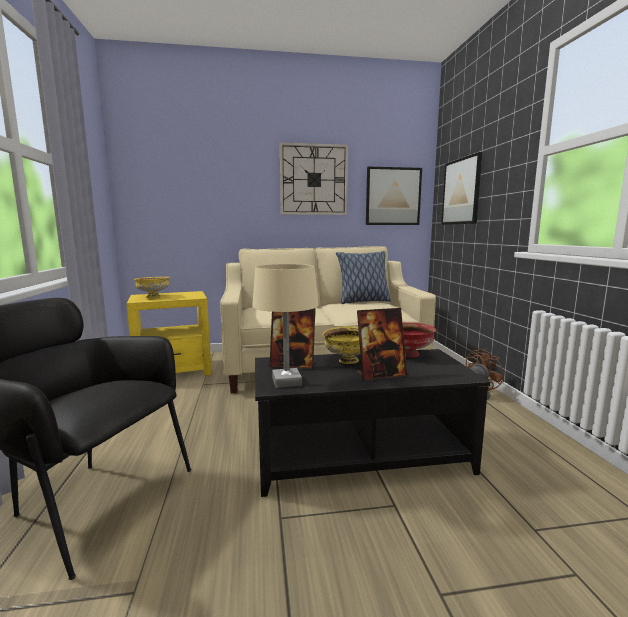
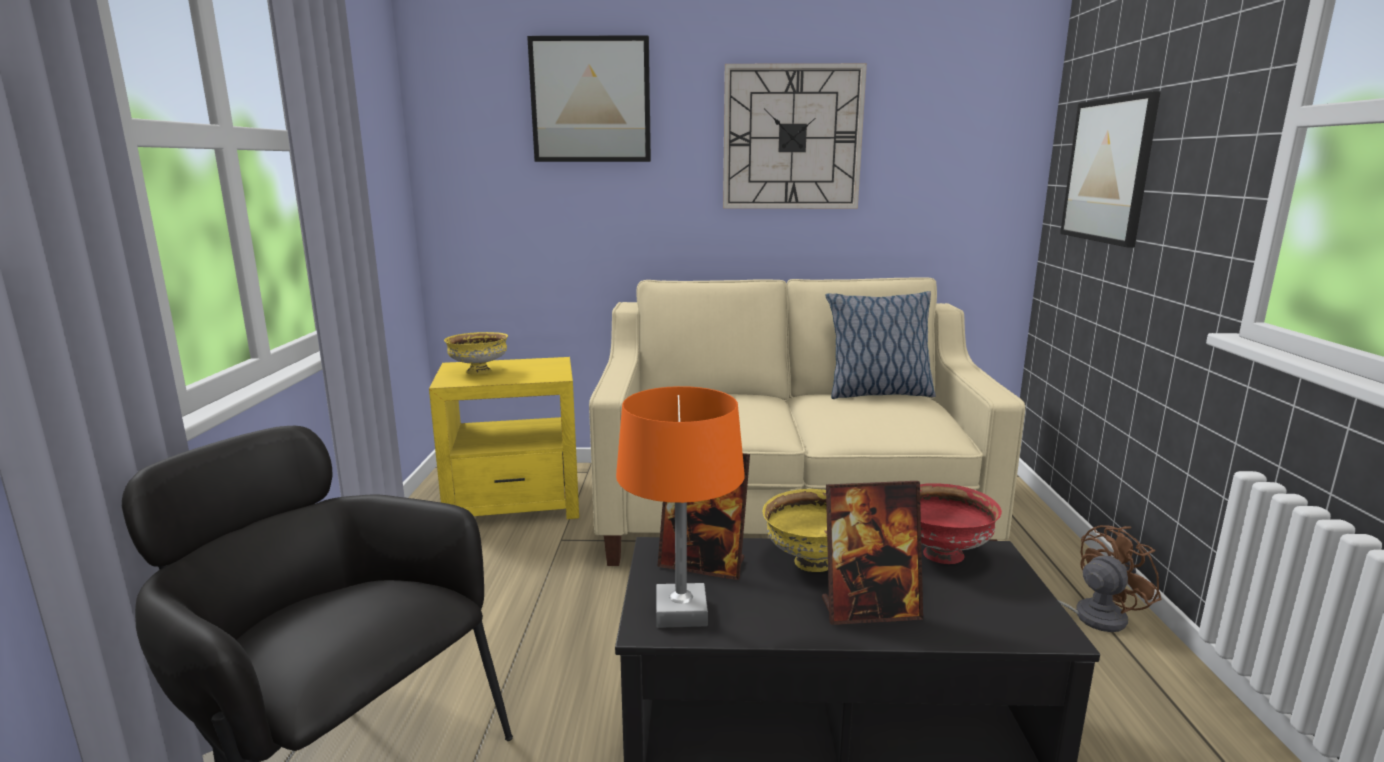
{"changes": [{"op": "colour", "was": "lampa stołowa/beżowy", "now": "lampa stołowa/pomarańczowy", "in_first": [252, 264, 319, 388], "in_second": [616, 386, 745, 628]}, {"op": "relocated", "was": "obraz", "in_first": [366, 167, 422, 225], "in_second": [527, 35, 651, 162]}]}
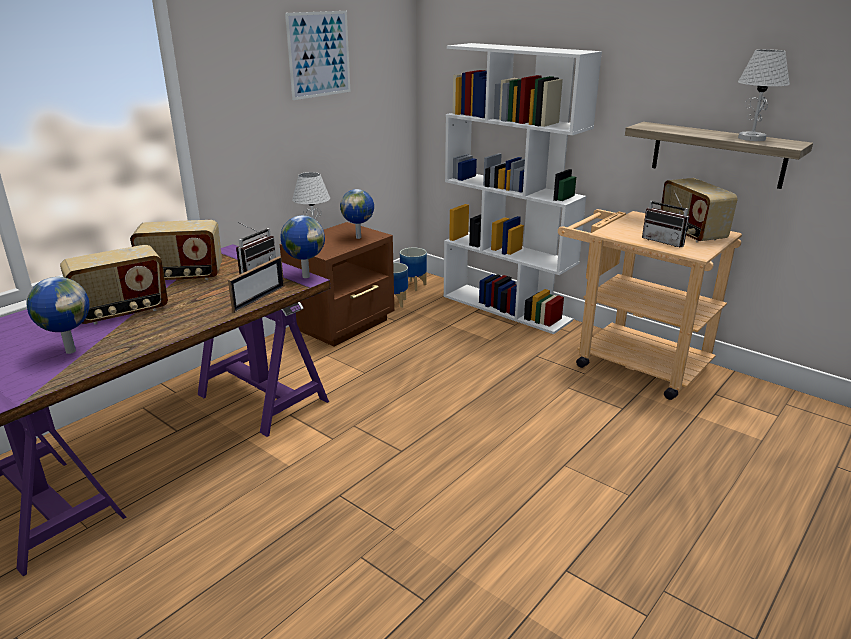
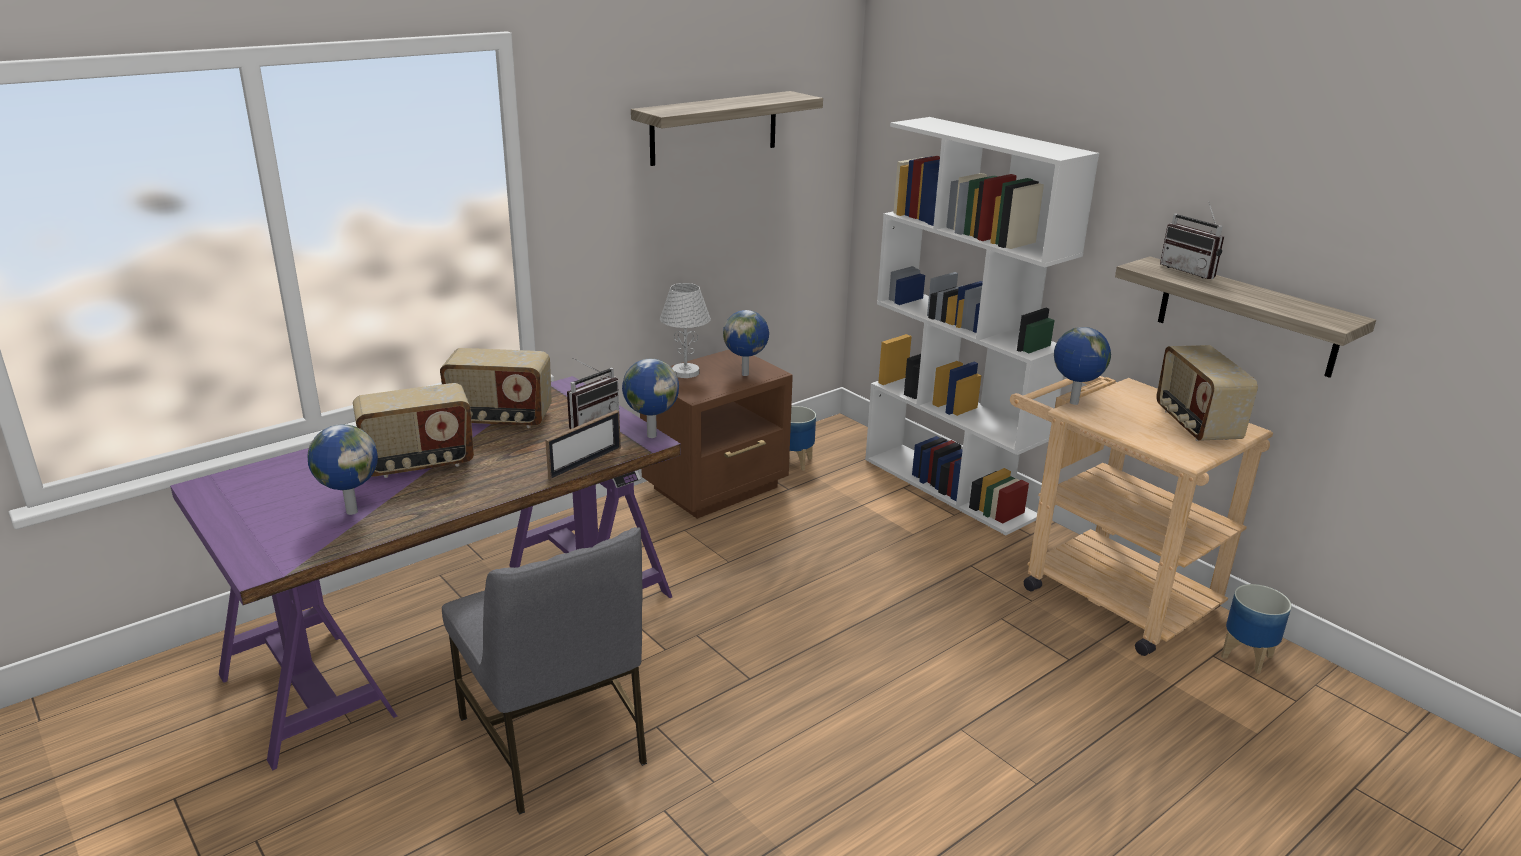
{"changes": [{"op": "exchanged", "was": "obraz", "now": "półka", "in_first": [285, 11, 350, 100], "in_second": [631, 91, 823, 166]}, {"op": "relocated", "was": "donica", "in_first": [400, 247, 427, 291], "in_second": [1221, 584, 1292, 674]}, {"op": "relocated", "was": "radio", "in_first": [642, 191, 689, 247], "in_second": [1160, 201, 1224, 279]}, {"op": "missing", "was": "lampa stołowa/biały", "in_first": [738, 49, 790, 141]}, {"op": "appeared", "now": "krzesło/szary", "in_second": [442, 527, 647, 815]}, {"op": "appeared", "now": "globus", "in_second": [1054, 327, 1111, 405]}]}
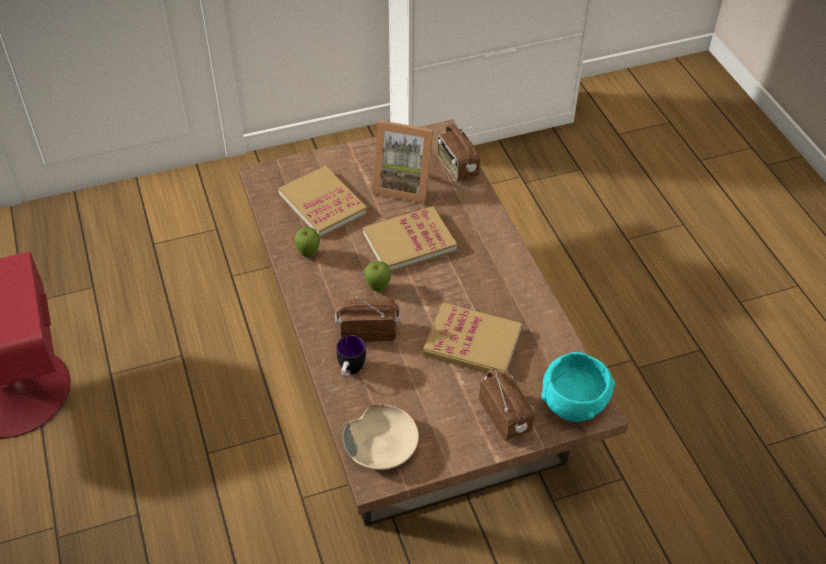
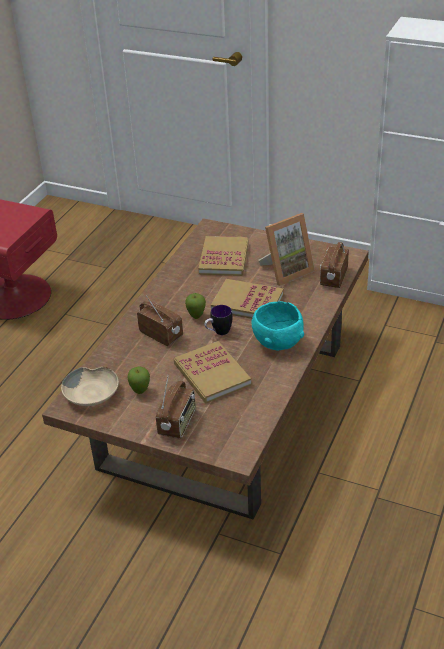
{"changes": [{"op": "relocated", "was": "jabłko", "in_first": [294, 227, 320, 258], "in_second": [127, 366, 150, 394]}, {"op": "relocated", "was": "kubek", "in_first": [336, 335, 366, 377], "in_second": [204, 305, 232, 335]}, {"op": "spun", "was": "ramka na zdjęcie", "in_first": [372, 120, 433, 203], "in_second": [259, 213, 315, 286], "clockwise": -90}, {"op": "relocated", "was": "miska/turkusowy", "in_first": [541, 352, 615, 422], "in_second": [251, 301, 304, 350]}]}
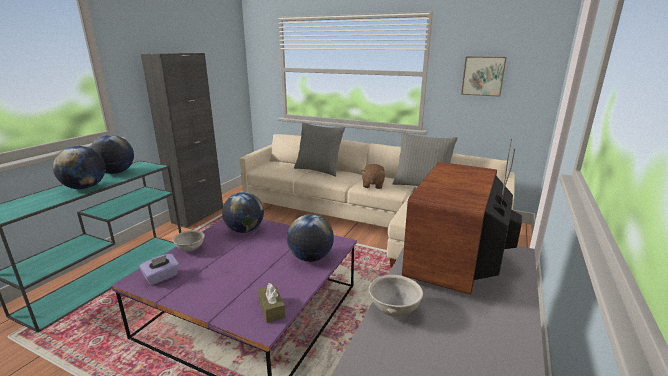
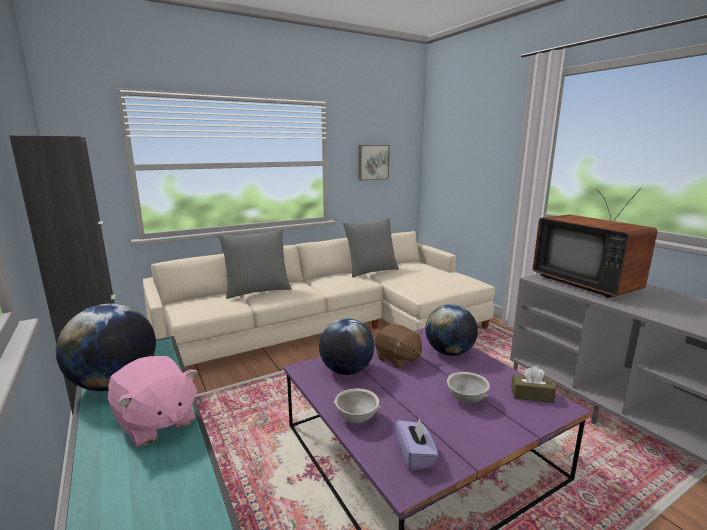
{"changes": [{"op": "exchanged", "was": "globus", "now": "pluszak/różowy", "in_first": [53, 146, 106, 189], "in_second": [108, 356, 198, 447]}, {"op": "relocated", "was": "pluszak/brązowy", "in_first": [361, 164, 385, 189], "in_second": [375, 324, 422, 369]}, {"op": "relocated", "was": "miska/szary", "in_first": [369, 275, 423, 317], "in_second": [447, 372, 490, 404]}]}
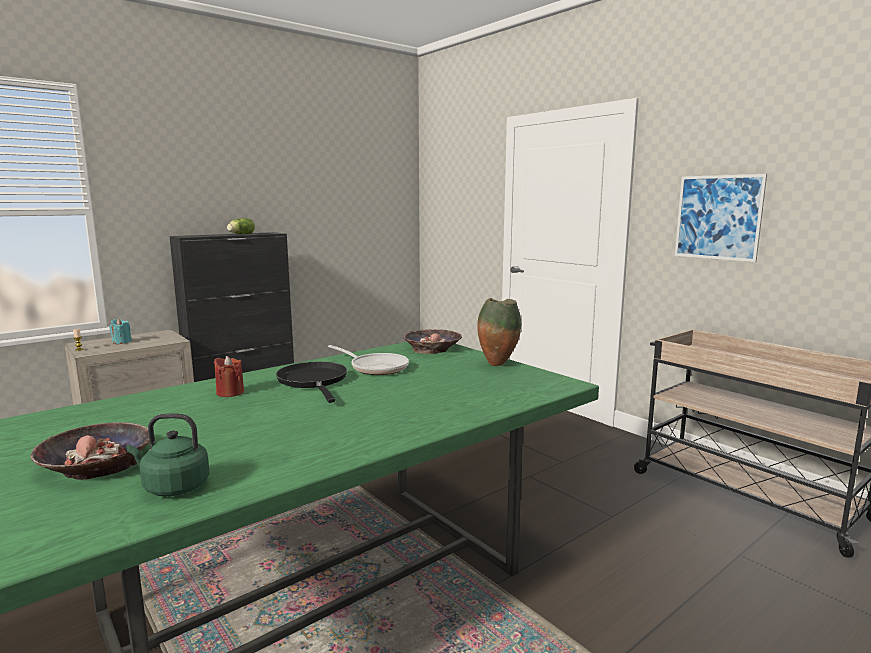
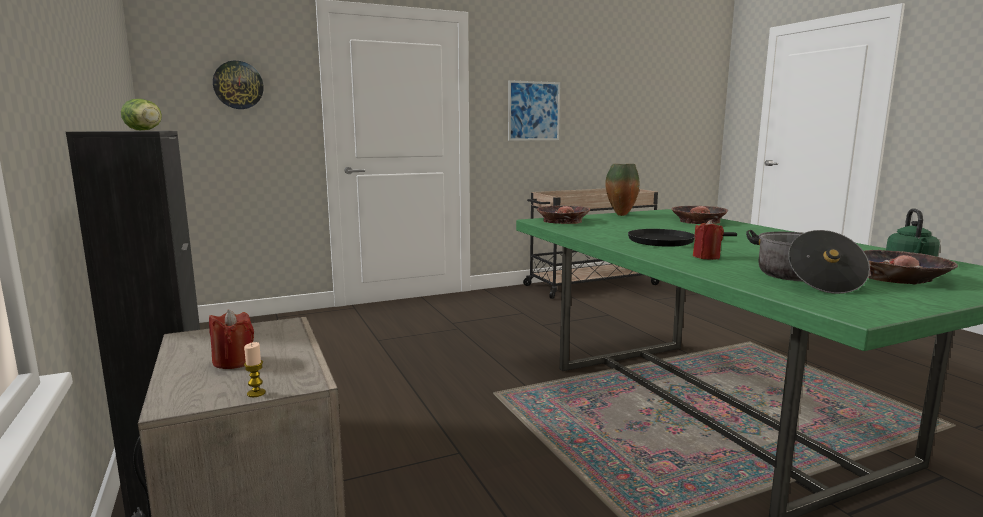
{"changes": [{"op": "colour", "was": "świeca/turkusowy", "now": "świeca/czerwony", "in_first": [109, 319, 132, 344], "in_second": [209, 310, 254, 369]}, {"op": "missing", "was": "patelnia", "in_first": [328, 345, 409, 375]}, {"op": "appeared", "now": "zegar ścienny", "in_second": [213, 61, 264, 109]}, {"op": "appeared", "now": "miska", "in_second": [672, 206, 728, 224]}, {"op": "appeared", "now": "garnek", "in_second": [746, 230, 870, 294]}]}
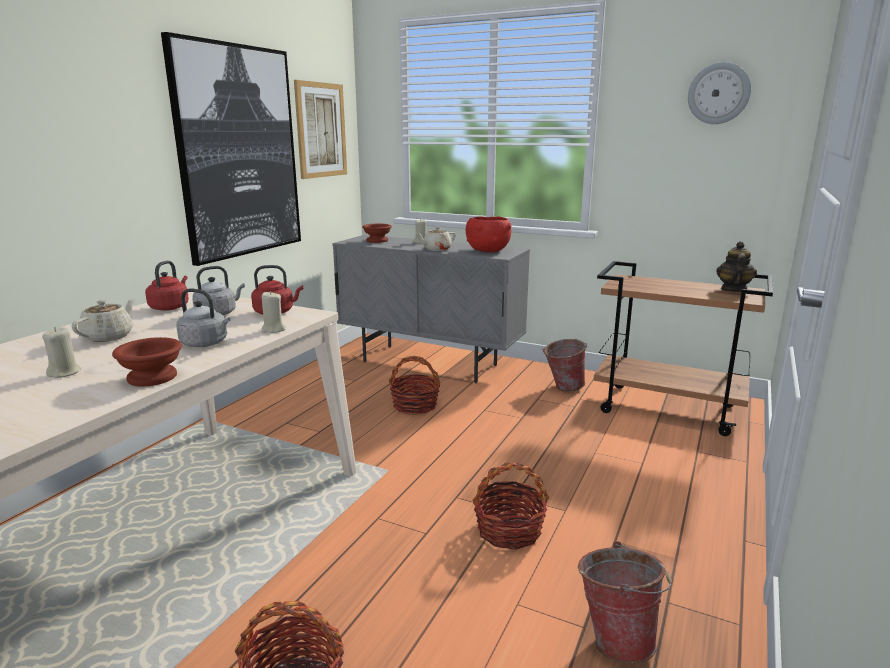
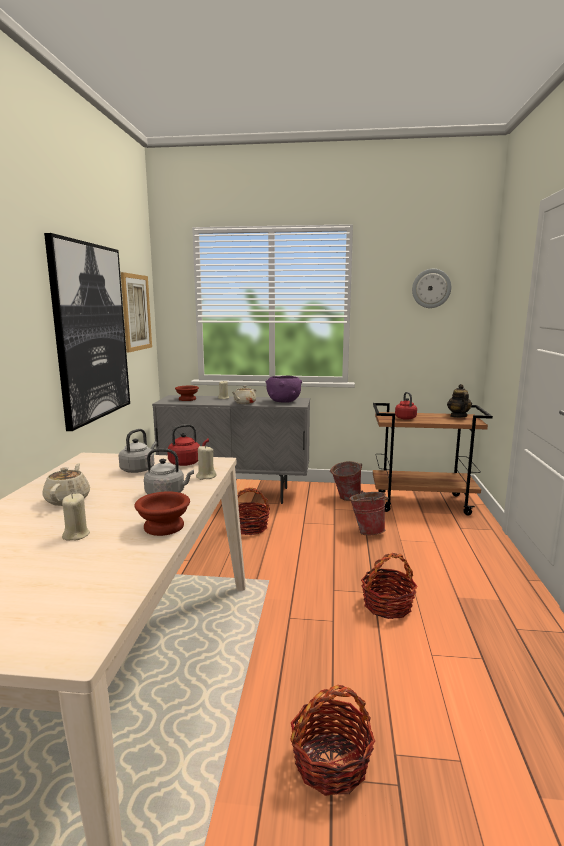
{"changes": [{"op": "relocated", "was": "czajnik/czerwony", "in_first": [145, 261, 189, 311], "in_second": [395, 392, 417, 420]}, {"op": "colour", "was": "miska/czerwony", "now": "miska/fioletowy", "in_first": [466, 217, 511, 252], "in_second": [265, 375, 302, 402]}, {"op": "relocated", "was": "wiadro", "in_first": [578, 541, 672, 664], "in_second": [349, 491, 389, 535]}]}
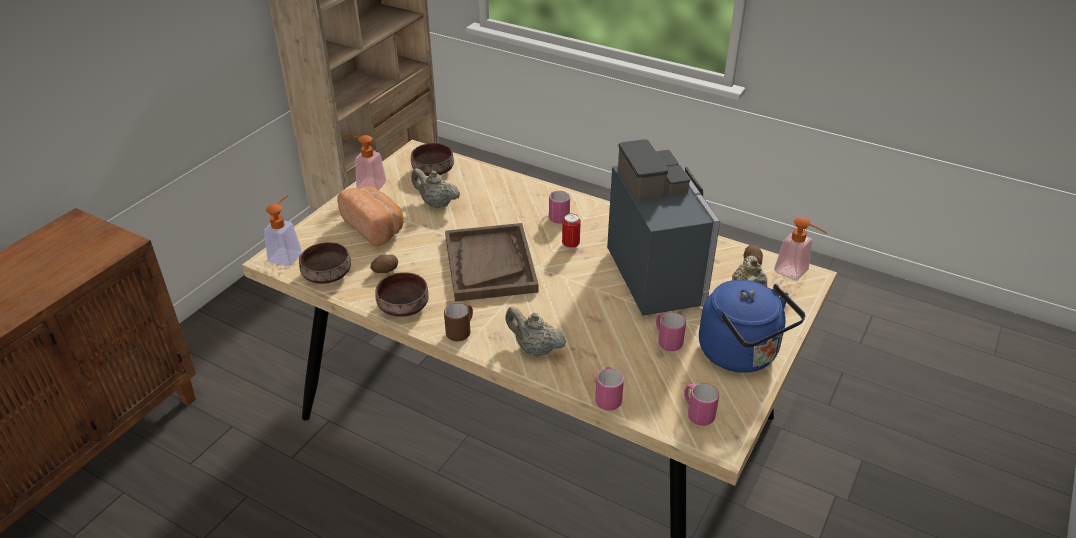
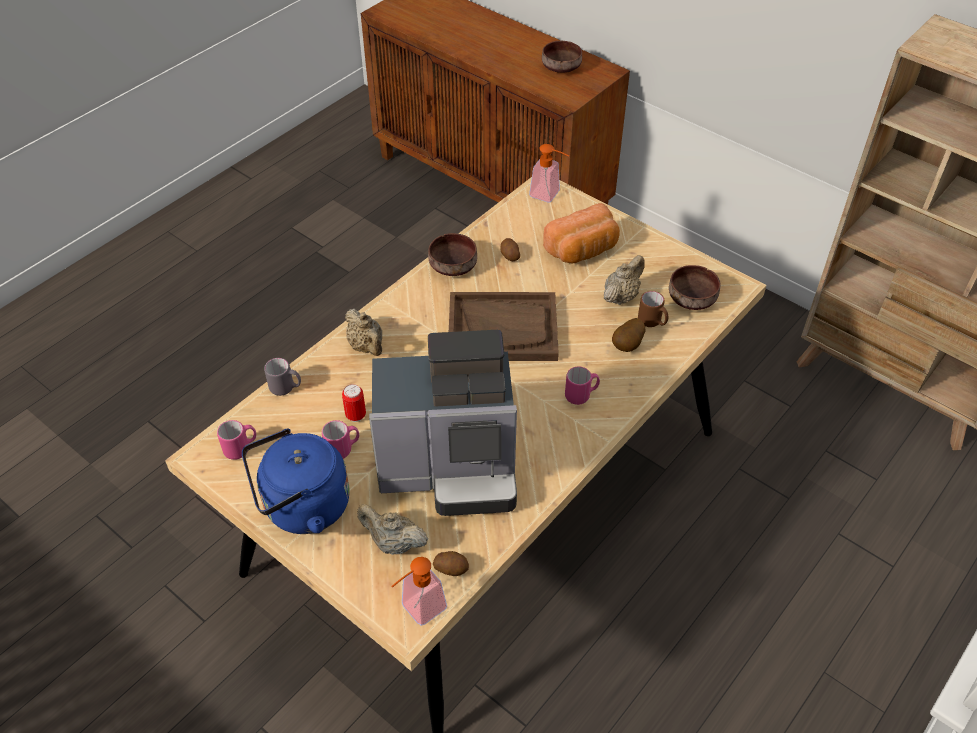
{"changes": [{"op": "relocated", "was": "miska/brązowy", "in_first": [299, 242, 351, 284], "in_second": [542, 41, 582, 73]}, {"op": "missing", "was": "dozownik mydła", "in_first": [344, 135, 387, 190]}, {"op": "relocated", "was": "kubek/brązowy", "in_first": [444, 303, 473, 341], "in_second": [638, 291, 668, 327]}, {"op": "spun", "was": "imbryk/beżowy", "in_first": [505, 307, 566, 357], "in_second": [345, 309, 382, 356], "clockwise": 105}, {"op": "relocated", "was": "puszka", "in_first": [562, 214, 581, 249], "in_second": [342, 384, 366, 422]}, {"op": "colour", "was": "kubek/różowy", "now": "kubek/szary", "in_first": [595, 367, 624, 410], "in_second": [264, 358, 301, 396]}, {"op": "appeared", "now": "ziemniak", "in_second": [612, 318, 645, 352]}]}
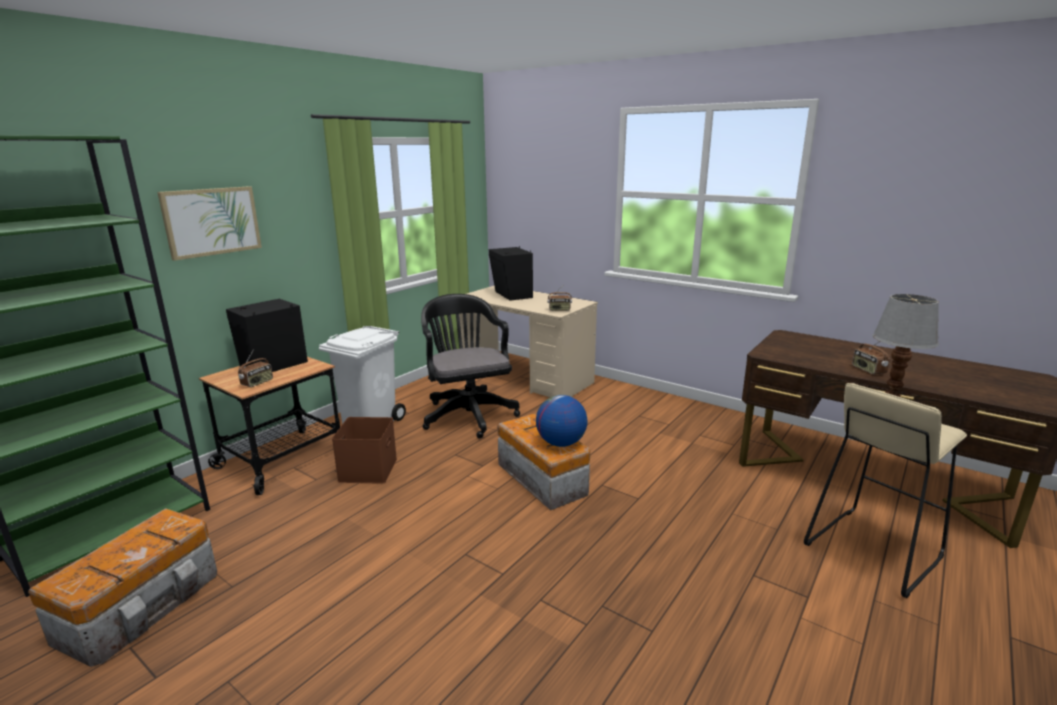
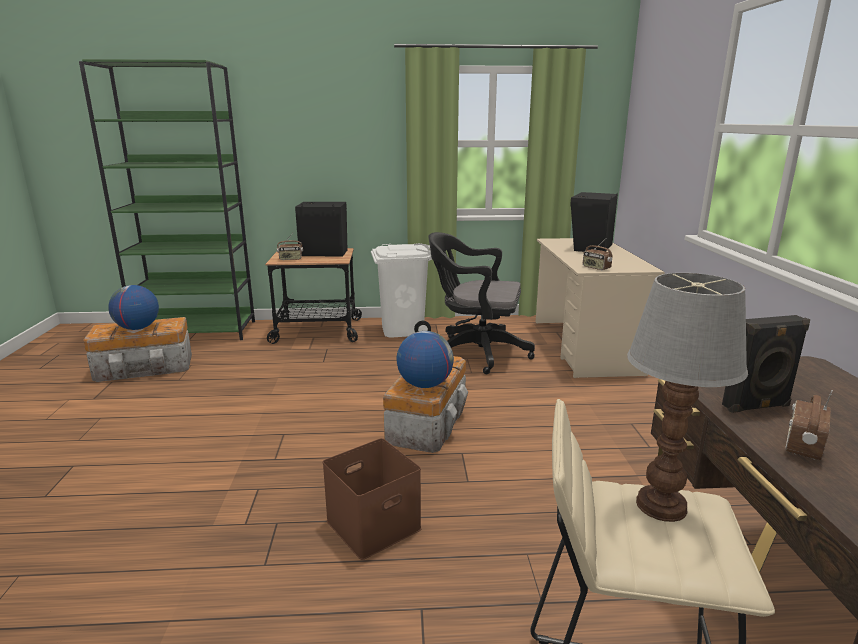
{"changes": [{"op": "missing", "was": "obraz", "in_first": [157, 186, 262, 261]}, {"op": "relocated", "was": "pojemnik do przechowywania/brązowy", "in_first": [332, 417, 397, 484], "in_second": [323, 438, 422, 560]}, {"op": "spun", "was": "krzesło biurowe/czarny", "in_first": [421, 294, 520, 439], "in_second": [428, 232, 535, 374], "clockwise": -105}, {"op": "appeared", "now": "globus", "in_second": [108, 285, 159, 330]}, {"op": "appeared", "now": "głośnik/czarny", "in_second": [722, 315, 810, 413]}]}
